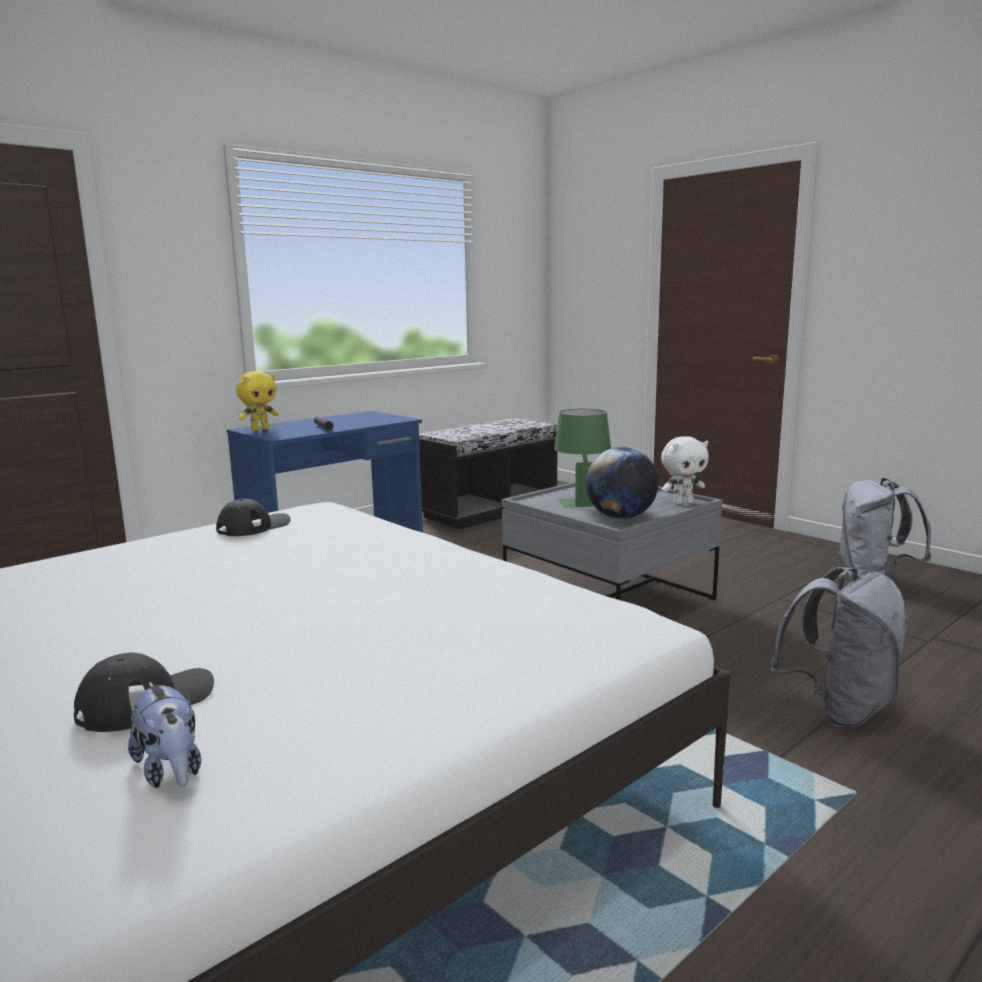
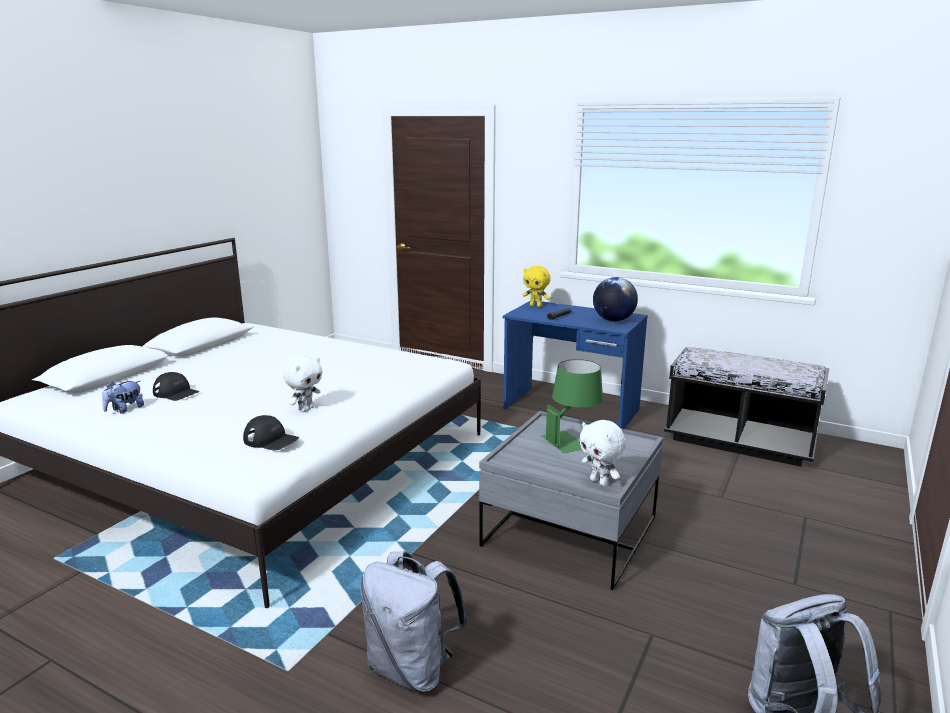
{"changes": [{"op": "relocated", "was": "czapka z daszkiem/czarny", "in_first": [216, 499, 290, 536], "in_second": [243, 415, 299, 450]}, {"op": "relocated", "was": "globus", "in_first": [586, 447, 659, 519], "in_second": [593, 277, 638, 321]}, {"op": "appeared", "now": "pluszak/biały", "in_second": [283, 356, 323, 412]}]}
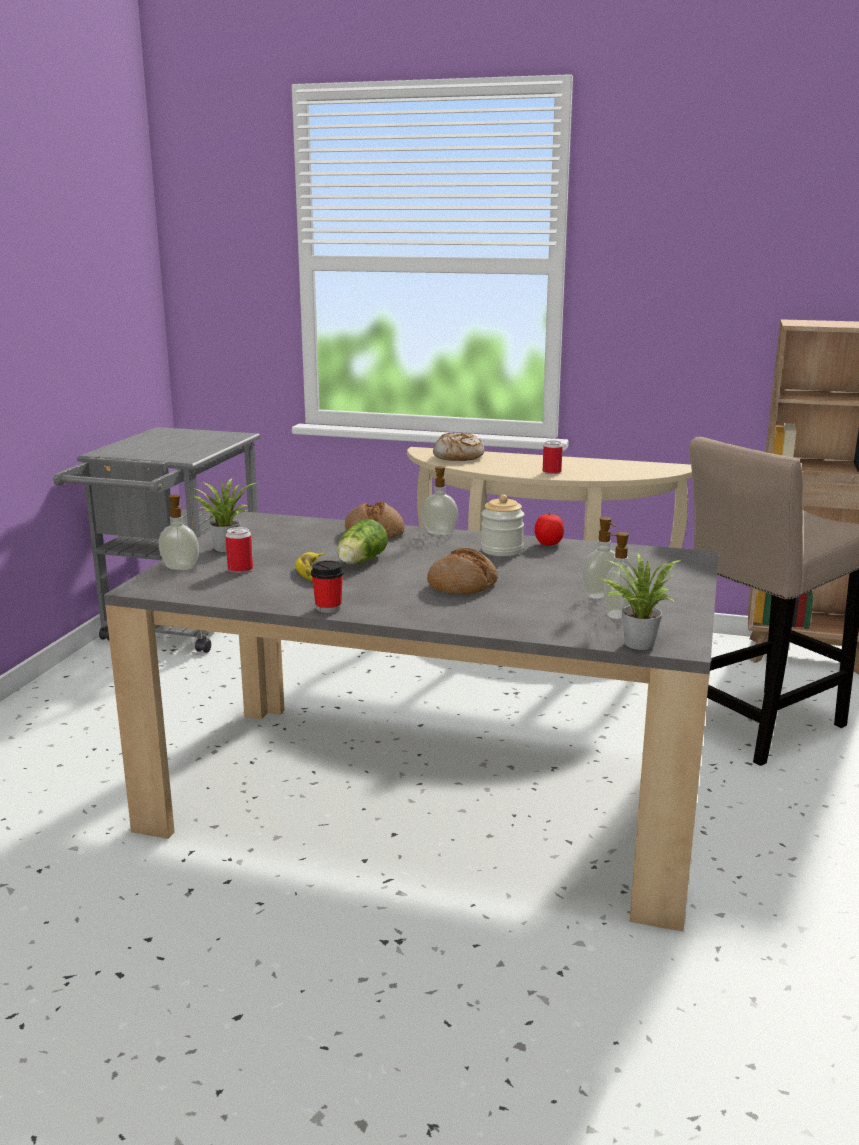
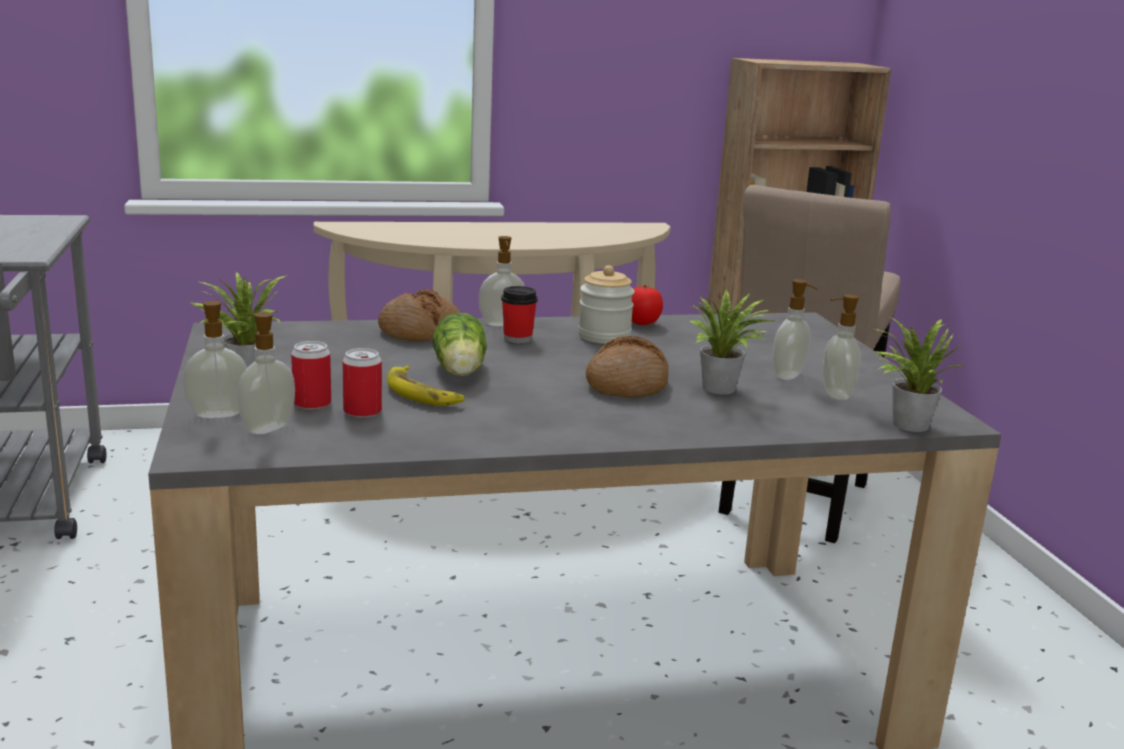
{"changes": [{"op": "relocated", "was": "filiżanka", "in_first": [311, 560, 344, 613], "in_second": [501, 286, 538, 343]}, {"op": "missing", "was": "chleb", "in_first": [433, 433, 484, 461]}, {"op": "relocated", "was": "puszka", "in_first": [543, 440, 563, 474], "in_second": [342, 348, 382, 418]}, {"op": "appeared", "now": "dozownik mydła", "in_second": [237, 312, 295, 434]}, {"op": "appeared", "now": "roślina doniczkowa", "in_second": [689, 288, 775, 394]}]}
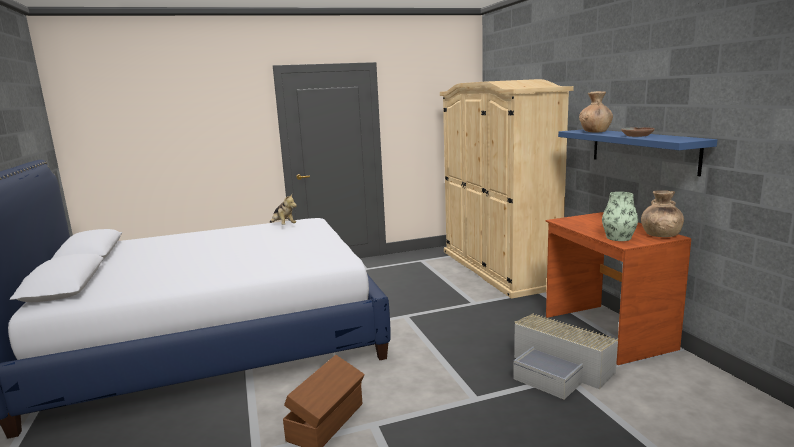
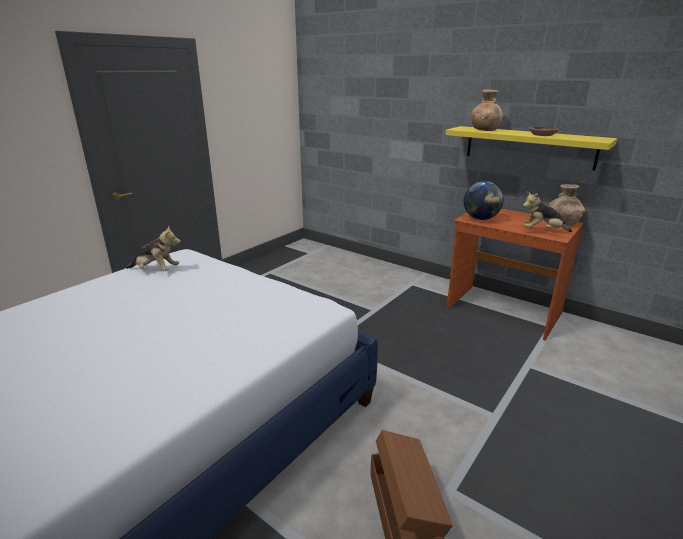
{"changes": [{"op": "missing", "was": "szafa/beżowy", "in_first": [440, 79, 574, 299]}, {"op": "missing", "was": "pojemnik do przechowywania/szary", "in_first": [513, 313, 618, 399]}, {"op": "colour", "was": "półka/niebieski", "now": "półka/żółty", "in_first": [558, 129, 717, 176], "in_second": [445, 126, 617, 170]}, {"op": "exchanged", "was": "wazon", "now": "pluszak", "in_first": [602, 192, 638, 241], "in_second": [523, 192, 572, 232]}, {"op": "appeared", "now": "globus", "in_second": [464, 181, 503, 220]}]}
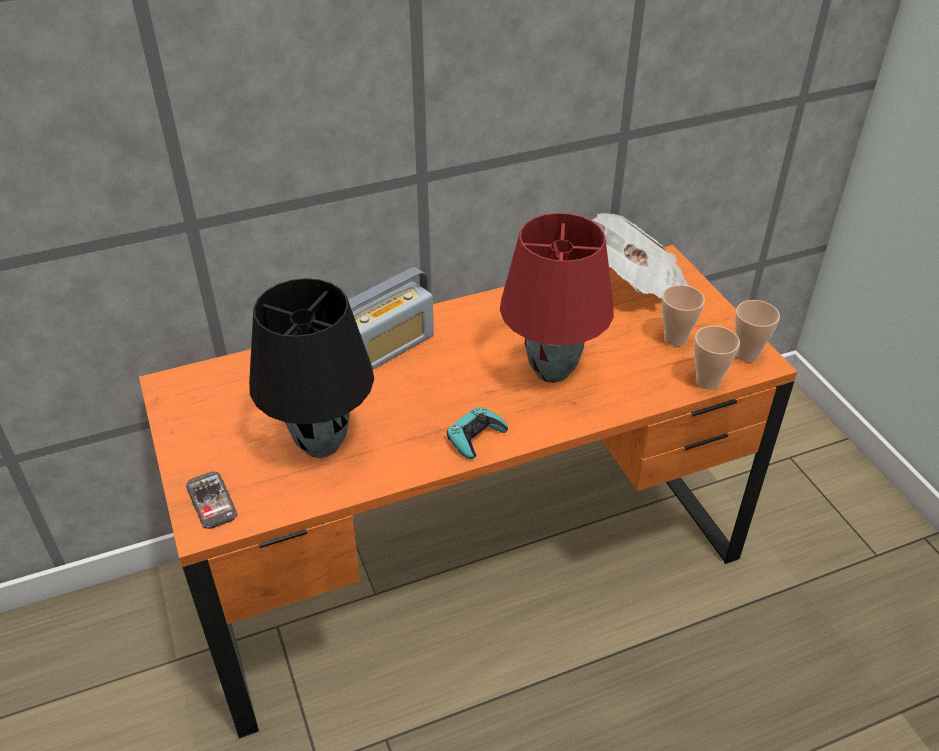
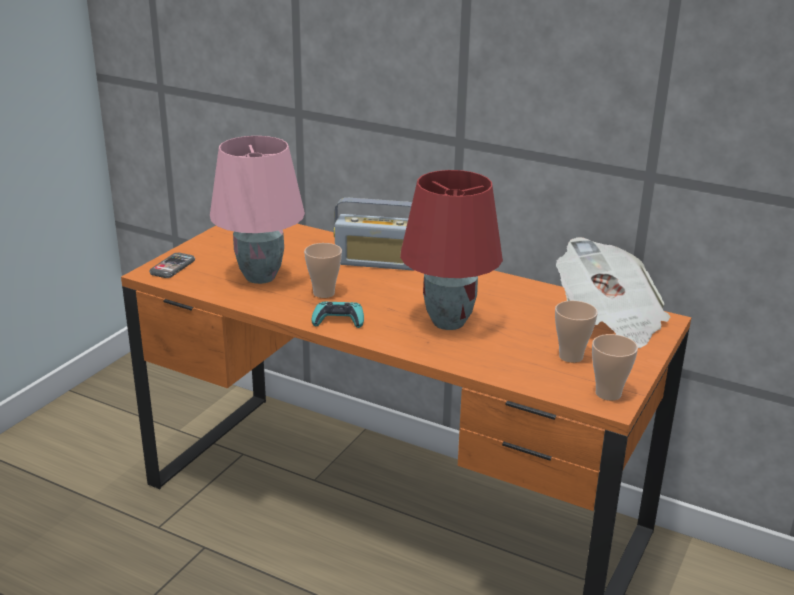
{"changes": [{"op": "colour", "was": "lampa stołowa/czarny", "now": "lampa stołowa/różowy", "in_first": [249, 278, 374, 458], "in_second": [210, 136, 305, 284]}, {"op": "relocated", "was": "filiżanka", "in_first": [694, 326, 740, 390], "in_second": [304, 243, 342, 298]}]}
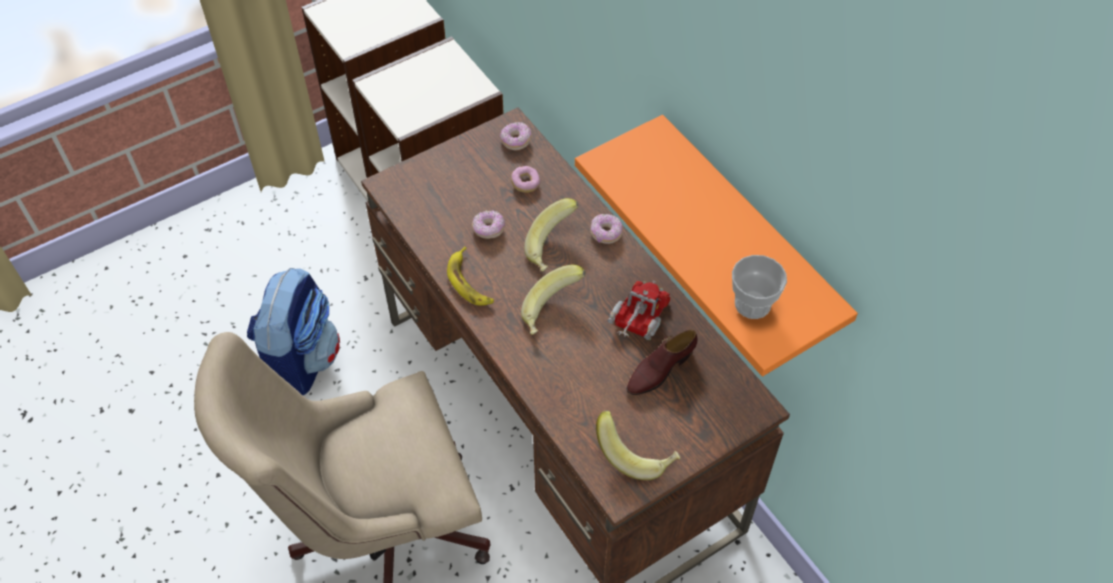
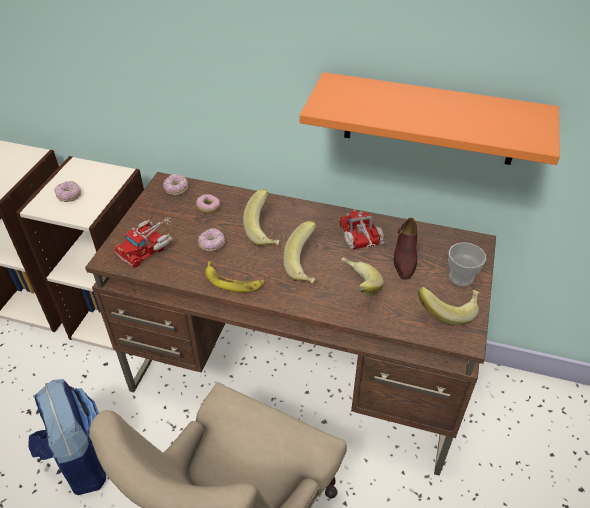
{"changes": [{"op": "relocated", "was": "donut", "in_first": [591, 214, 623, 244], "in_second": [54, 181, 81, 202]}, {"op": "relocated", "was": "filiżanka", "in_first": [732, 255, 787, 319], "in_second": [448, 242, 486, 286]}, {"op": "appeared", "now": "ciężarówka zabawkowa", "in_second": [115, 216, 173, 268]}, {"op": "appeared", "now": "banan", "in_second": [341, 257, 384, 295]}]}
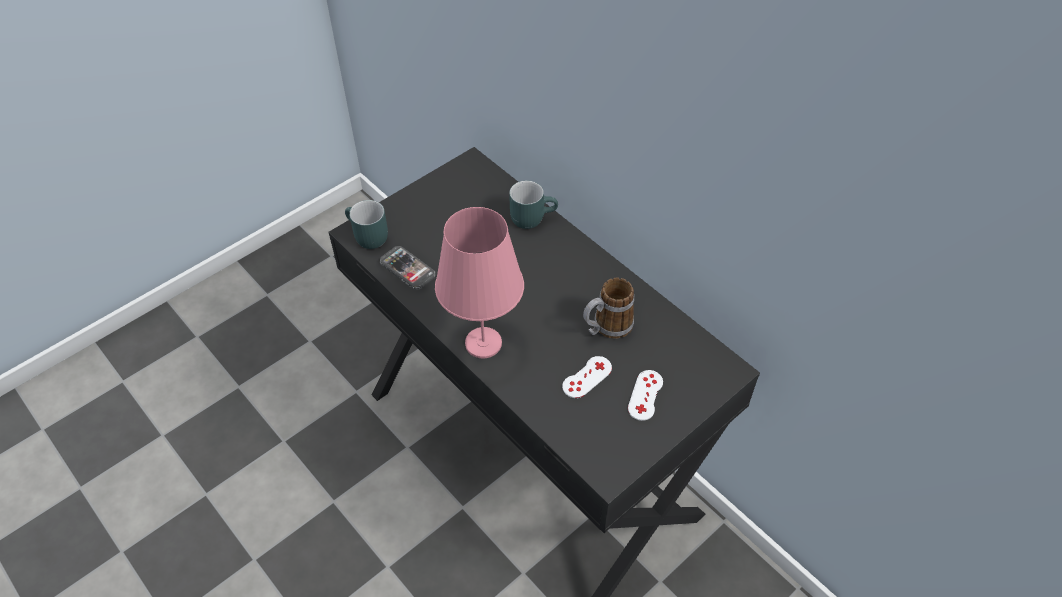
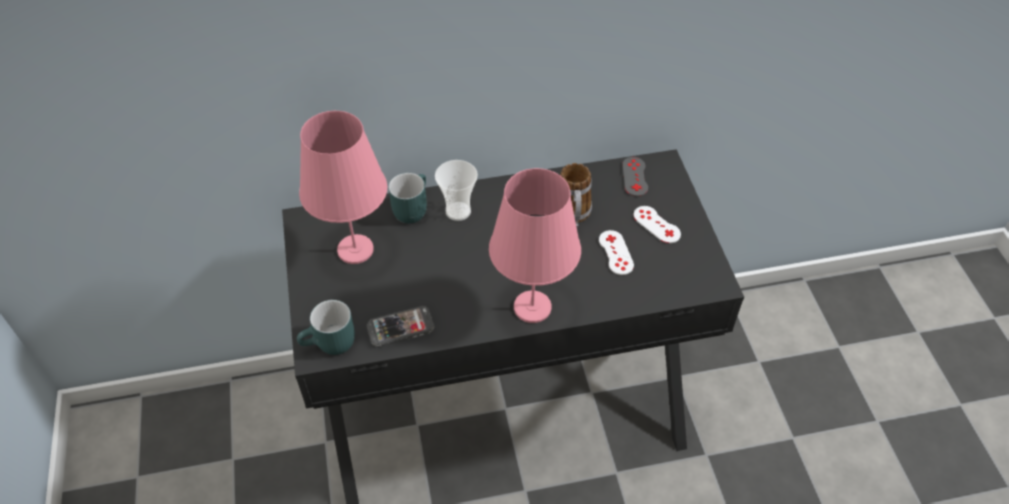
{"changes": [{"op": "appeared", "now": "lampa stołowa/różowy", "in_second": [299, 111, 387, 264]}, {"op": "appeared", "now": "filiżanka", "in_second": [435, 160, 478, 221]}, {"op": "appeared", "now": "pad do gier/szary", "in_second": [622, 157, 648, 197]}]}
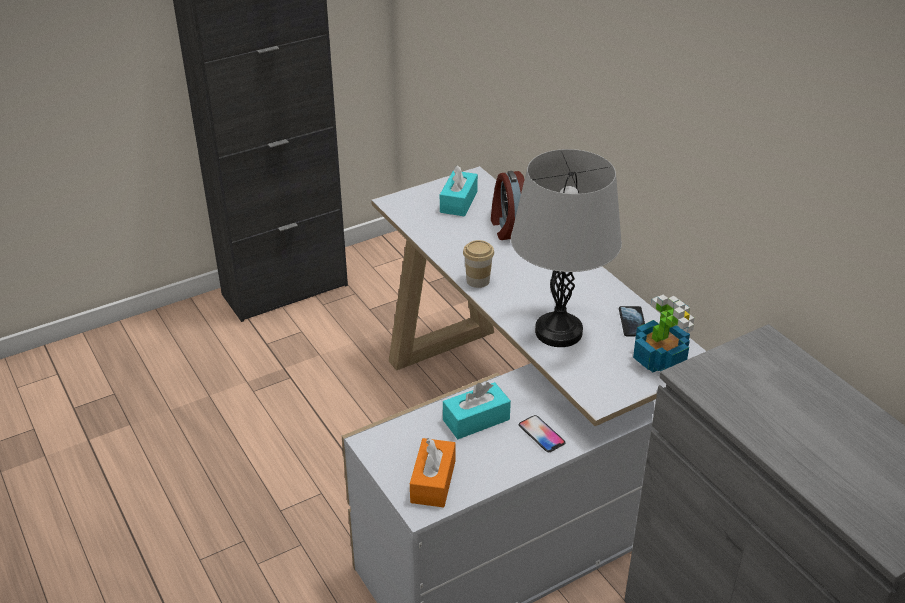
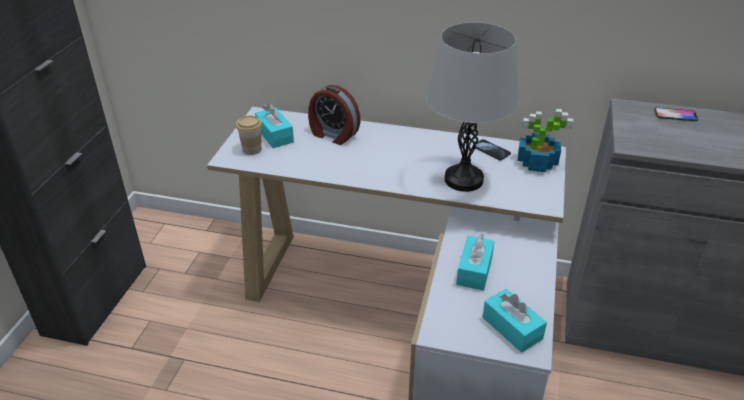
{"changes": [{"op": "colour", "was": "pudełko chusteczek/pomarańczowy", "now": "pudełko chusteczek/turkusowy", "in_first": [410, 438, 455, 508], "in_second": [482, 289, 547, 352]}, {"op": "relocated", "was": "filiżanka", "in_first": [463, 240, 494, 288], "in_second": [236, 116, 262, 155]}, {"op": "relocated", "was": "telefon", "in_first": [519, 415, 566, 452], "in_second": [654, 108, 698, 121]}]}
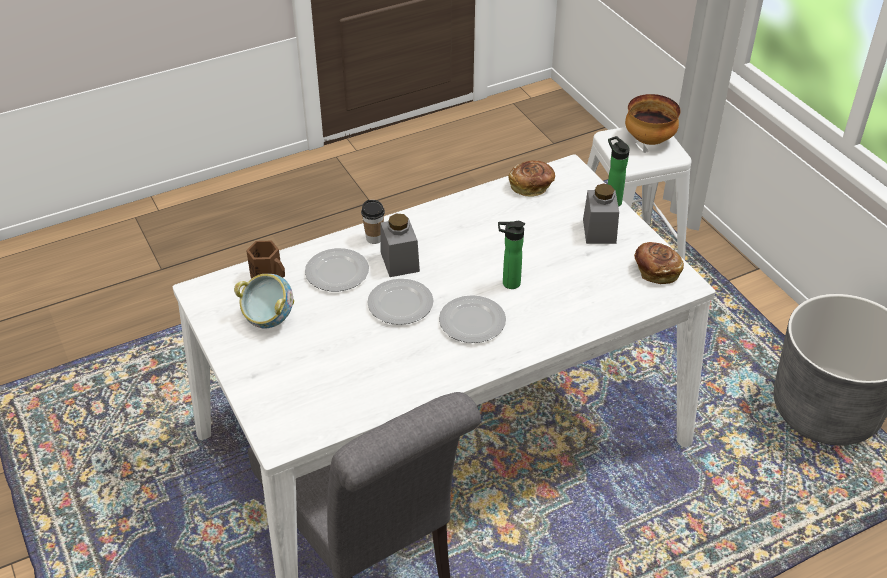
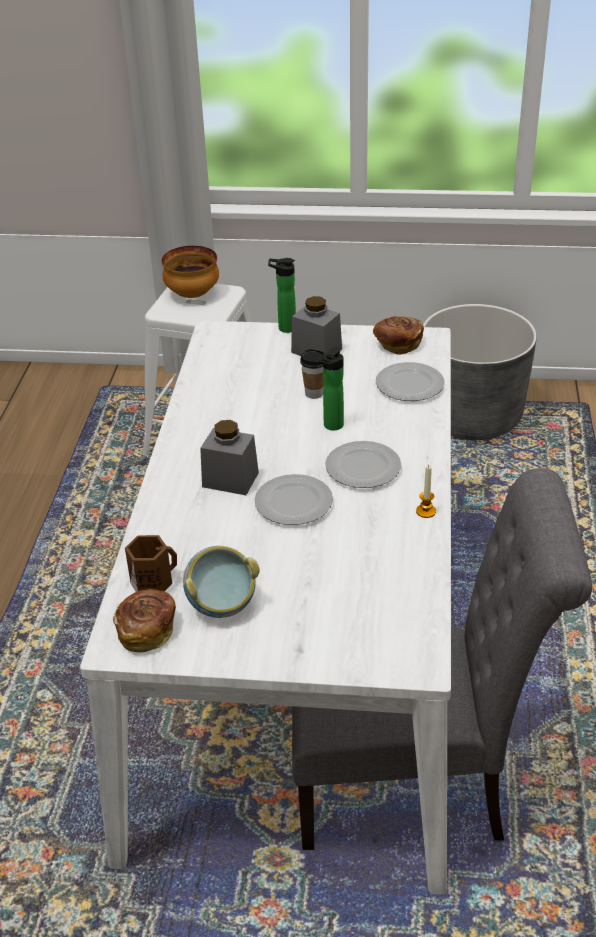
{"changes": [{"op": "relocated", "was": "talerz", "in_first": [305, 248, 369, 291], "in_second": [376, 362, 445, 401]}, {"op": "relocated", "was": "filiżanka", "in_first": [361, 200, 385, 244], "in_second": [300, 349, 324, 399]}, {"op": "relocated", "was": "chleb", "in_first": [508, 161, 555, 197], "in_second": [113, 589, 176, 653]}, {"op": "appeared", "now": "świeca", "in_second": [416, 465, 436, 518]}]}
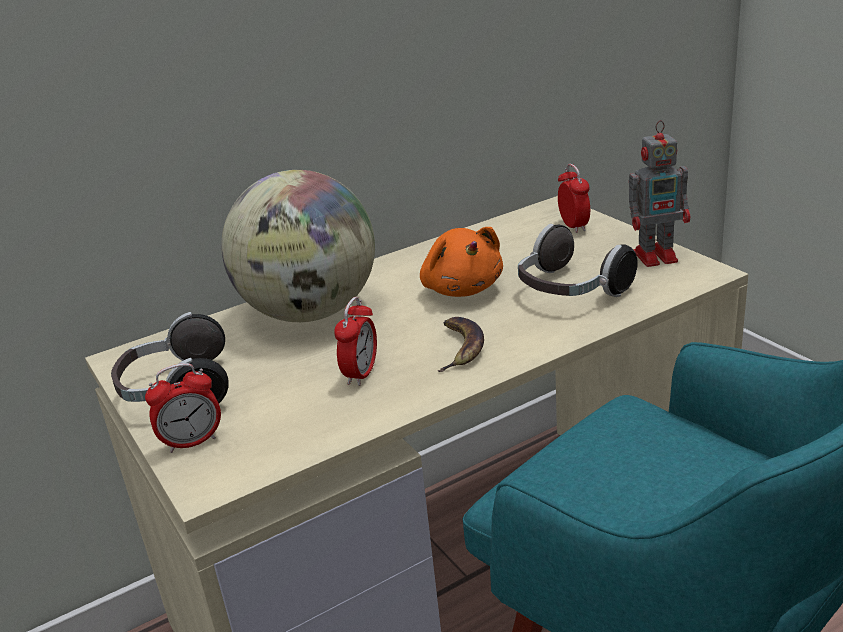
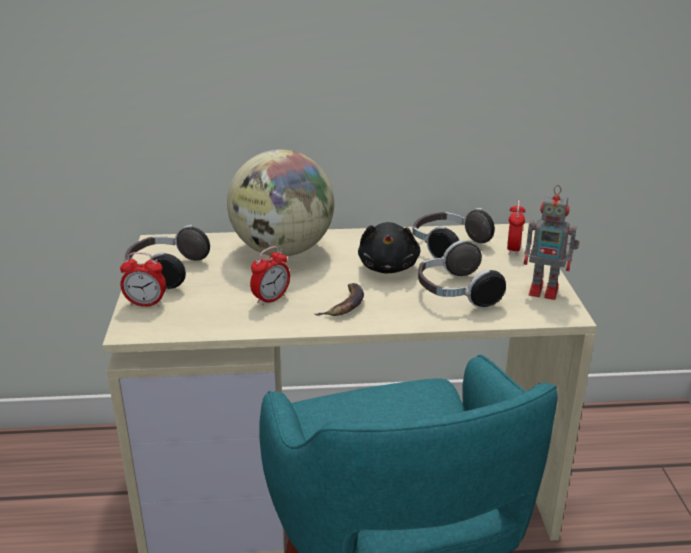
{"changes": [{"op": "colour", "was": "pluszak/pomarańczowy", "now": "pluszak/czarny", "in_first": [420, 227, 503, 297], "in_second": [358, 222, 420, 273]}, {"op": "appeared", "now": "słuchawki", "in_second": [412, 208, 495, 258]}]}
